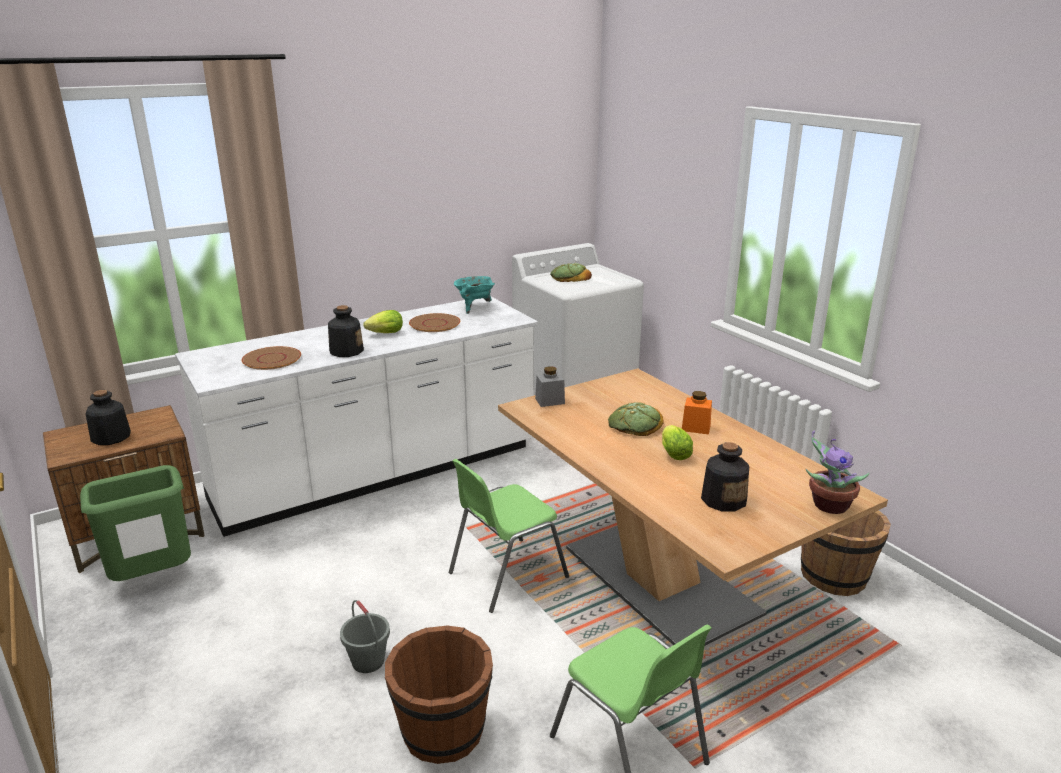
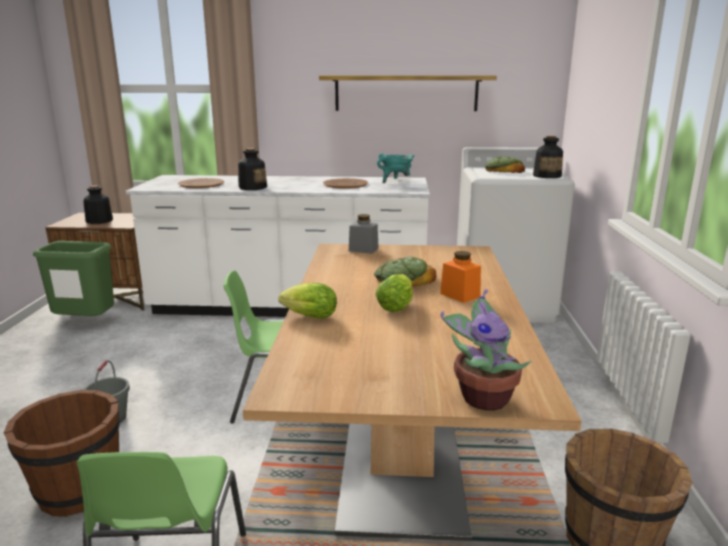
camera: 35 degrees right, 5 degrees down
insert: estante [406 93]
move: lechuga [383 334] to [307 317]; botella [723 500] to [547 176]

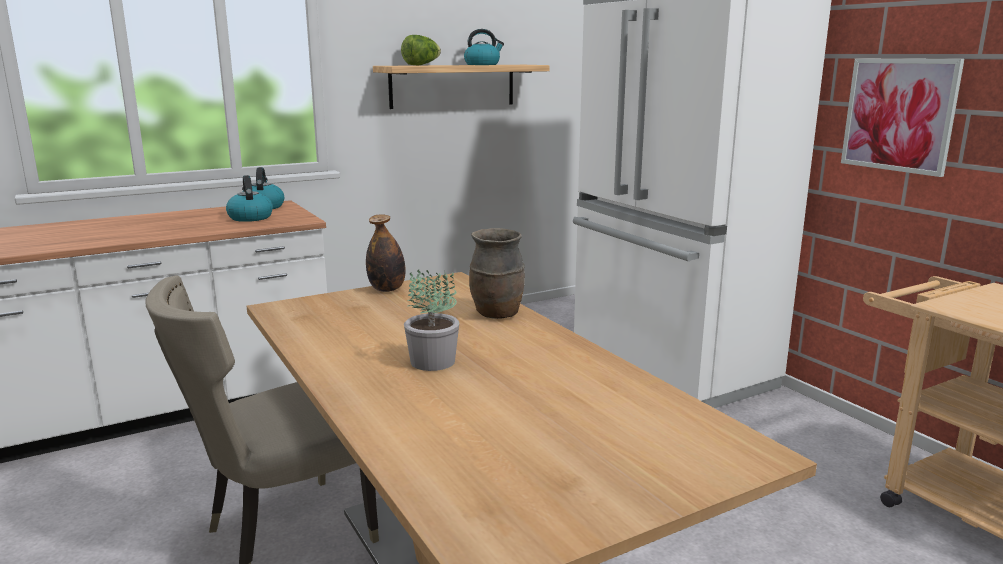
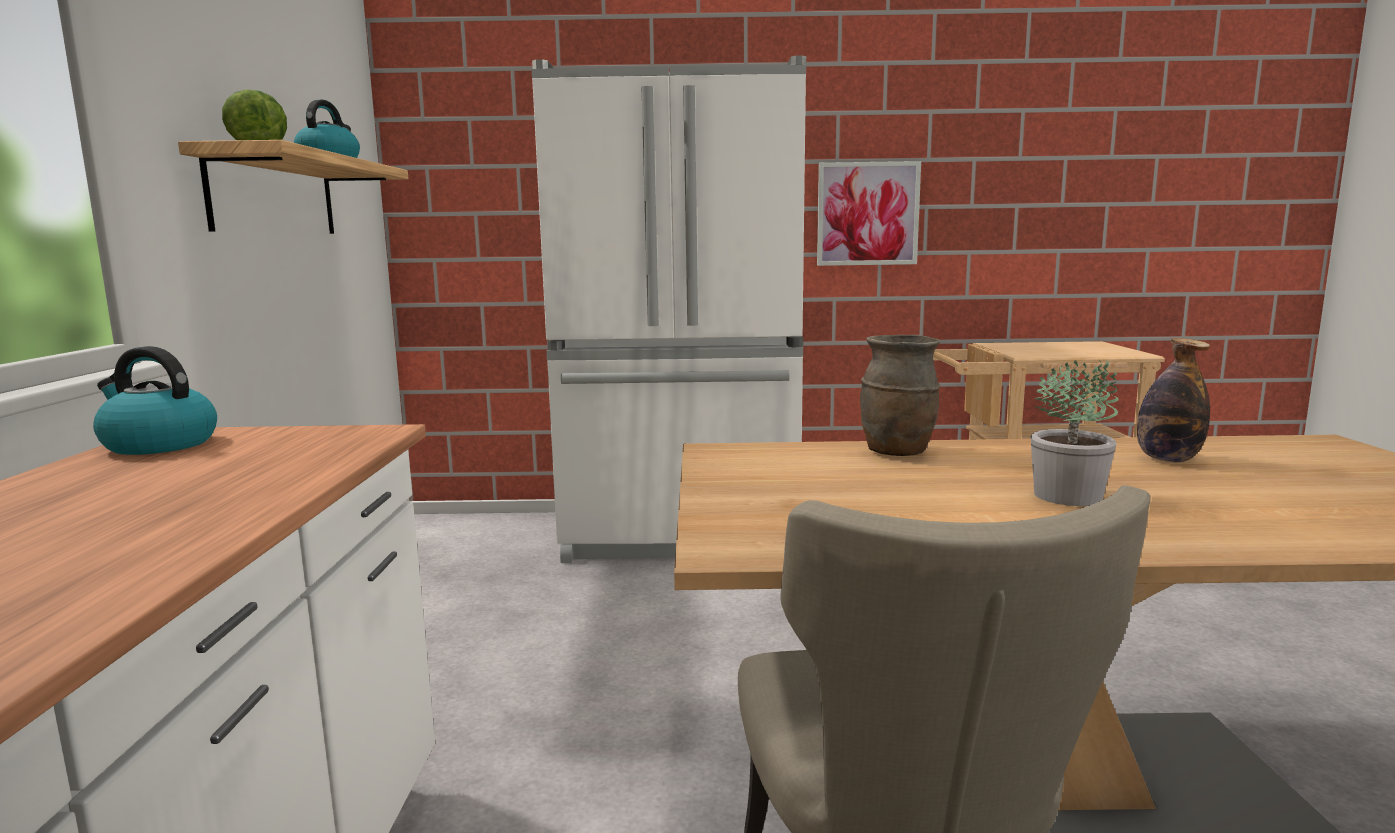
camera: 60 degrees left, 5 degrees down
delete: hervidor [250 217]
move: botella [387 289] to [1167 459]

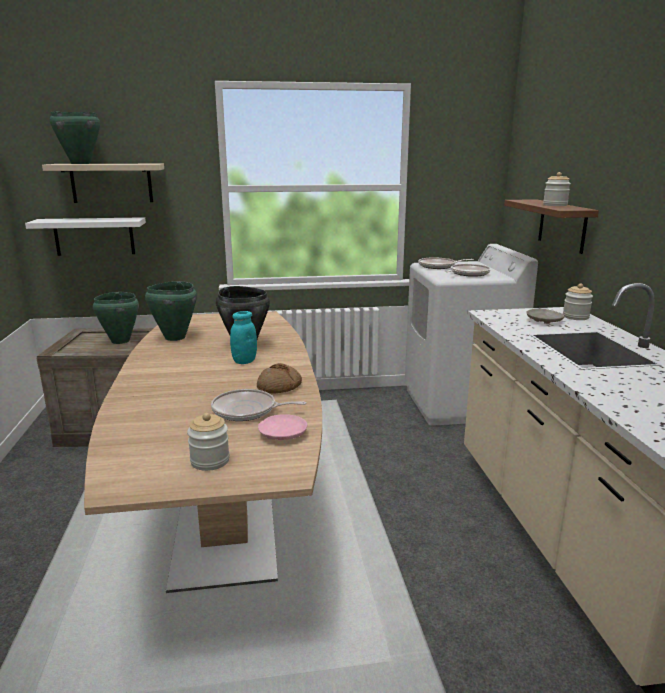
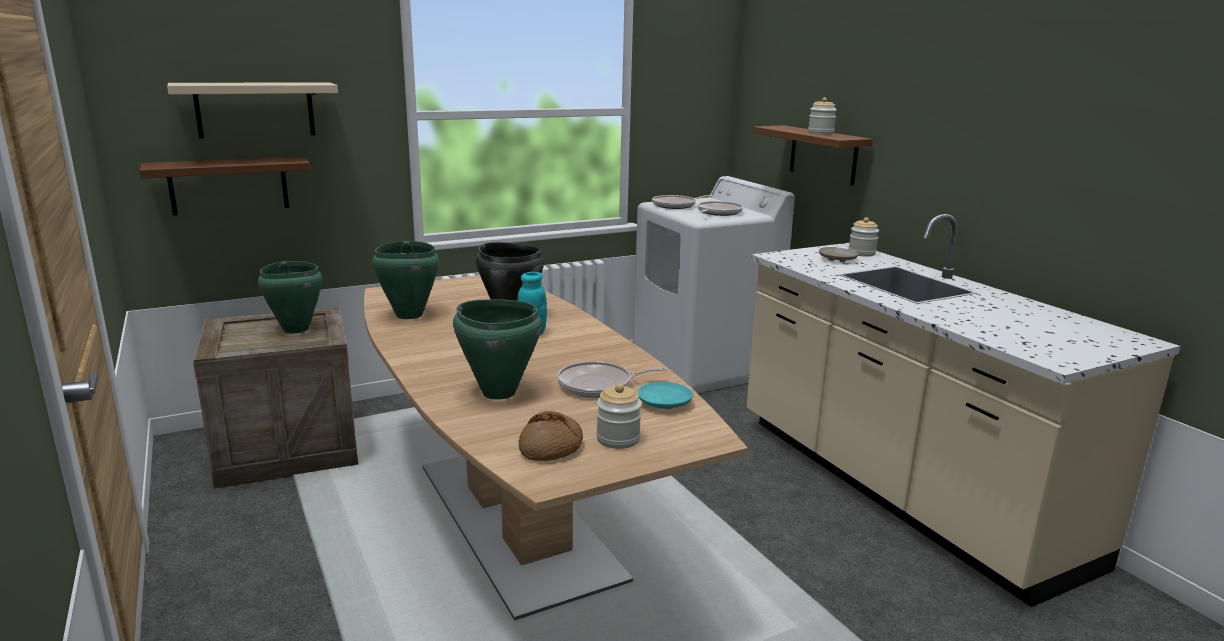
camera: 20 degrees left, 0 degrees up
move: olla [verde] [81 163] to [498 392]; pan [279 387] to [551 447]
recolor: estante [blanco] [94 236] to estante [marrón] [229 185]; plato [rosa] [282 434] to plato [turquesa] [664 403]

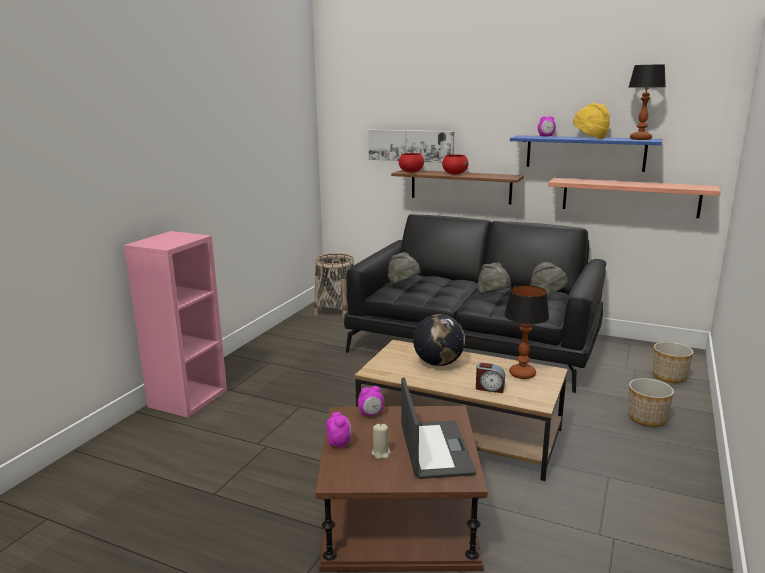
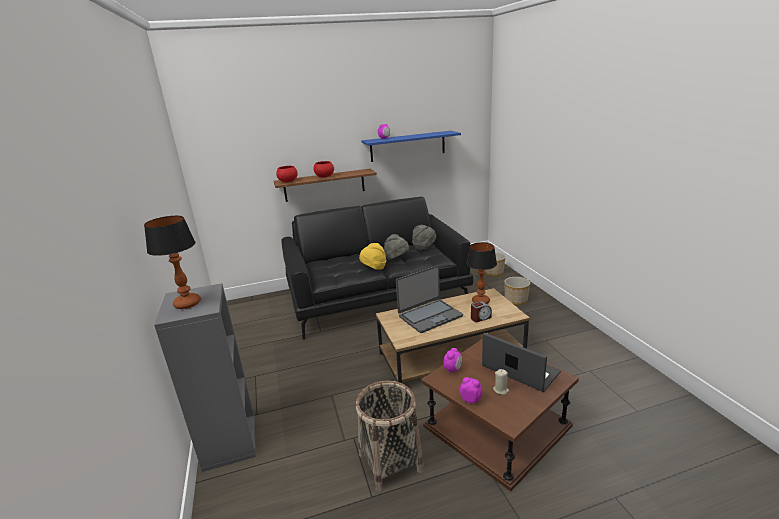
camera: 40 degrees left, 5 degrees up
delete: cuadro [410 145]; sombrero [gris] [404 284]; estante [630 197]
move: cesta [336 310] to [391 462]; sombrero [amarillo] [590 138] to [374 268]; lámpara de mesa [640 139] to [187 304]
replace: globo terráqueo [438 363] to portátil [429 316]
recolor: estantería [rosa] [188 398] to estantería [gris] [229 441]

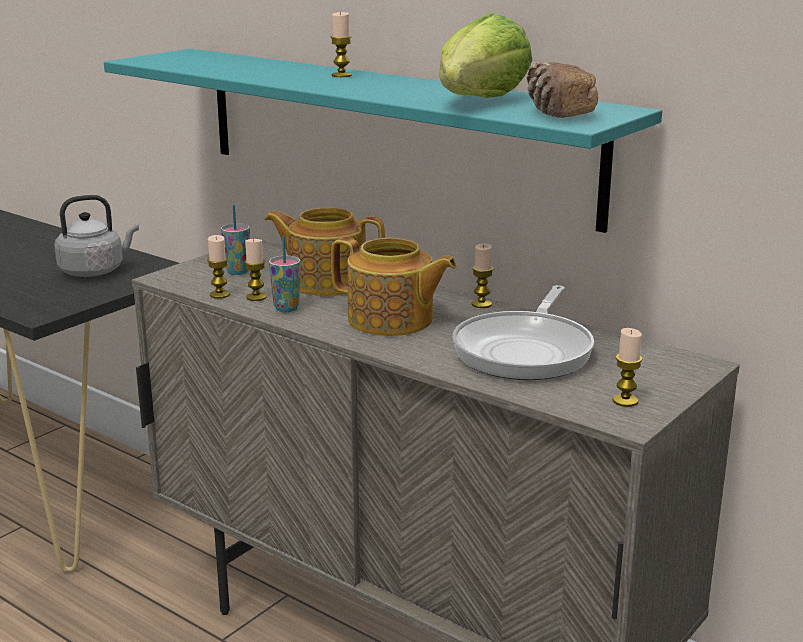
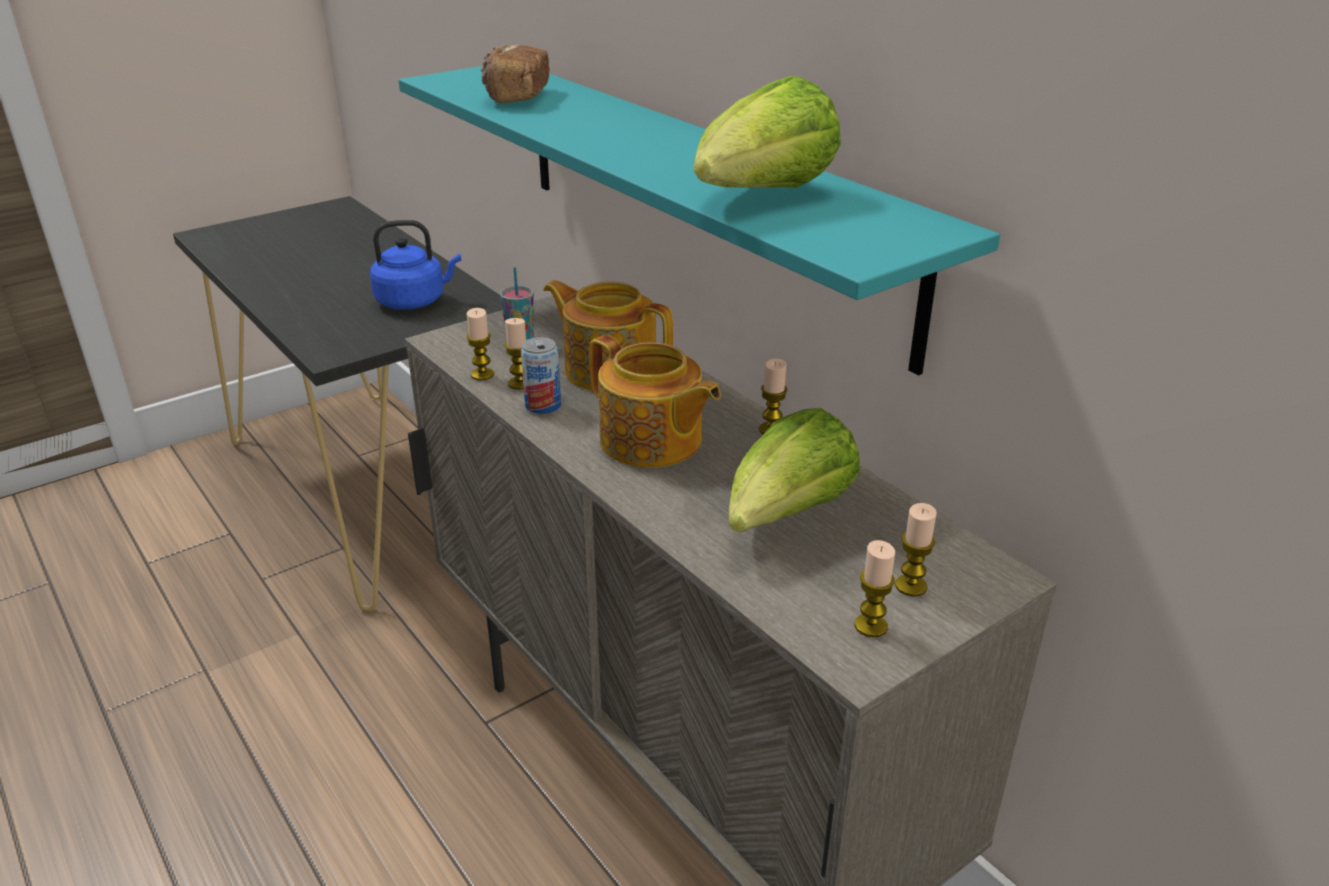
camera: 15 degrees right, 10 degrees up
move: vela [341 75] to [911 586]; pan [557 113] to [515 97]
replace: taza [286 308] to lata [543 406]; sartén [526 351] to lechuga [787 516]
recolor: hervidor [gris] [95 271] to hervidor [azul] [414 301]

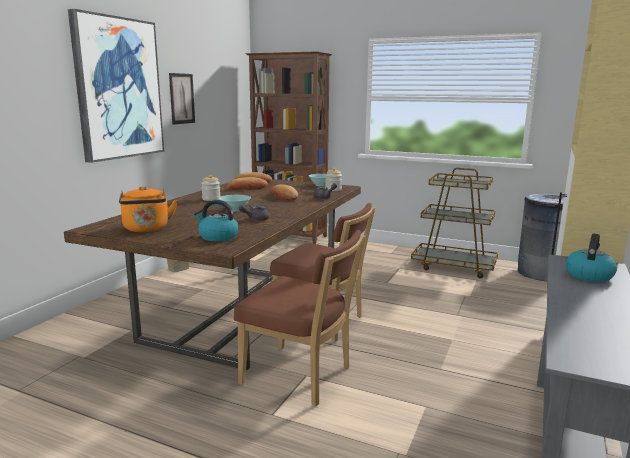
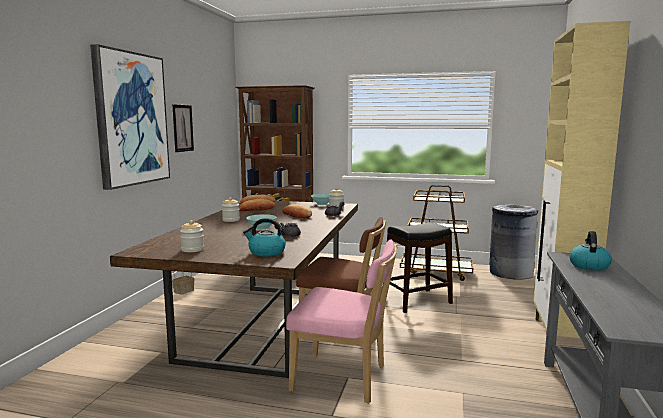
camera: 10 degrees left, 5 degrees down
insert: taburete [negro] [416 301]
replace: hervidor [naranja] [147 229] to tarro [192 249]
recolor: silla [marrón] [301 377] to silla [rosa] [344 379]

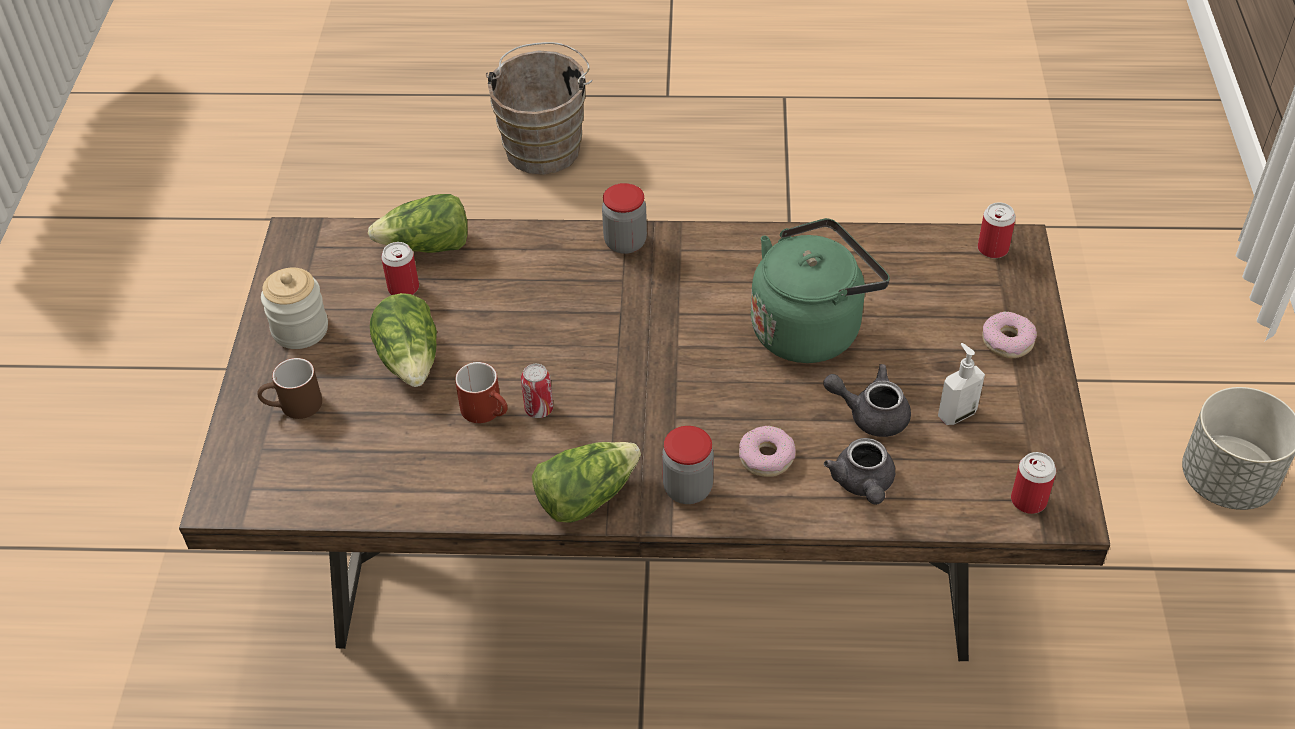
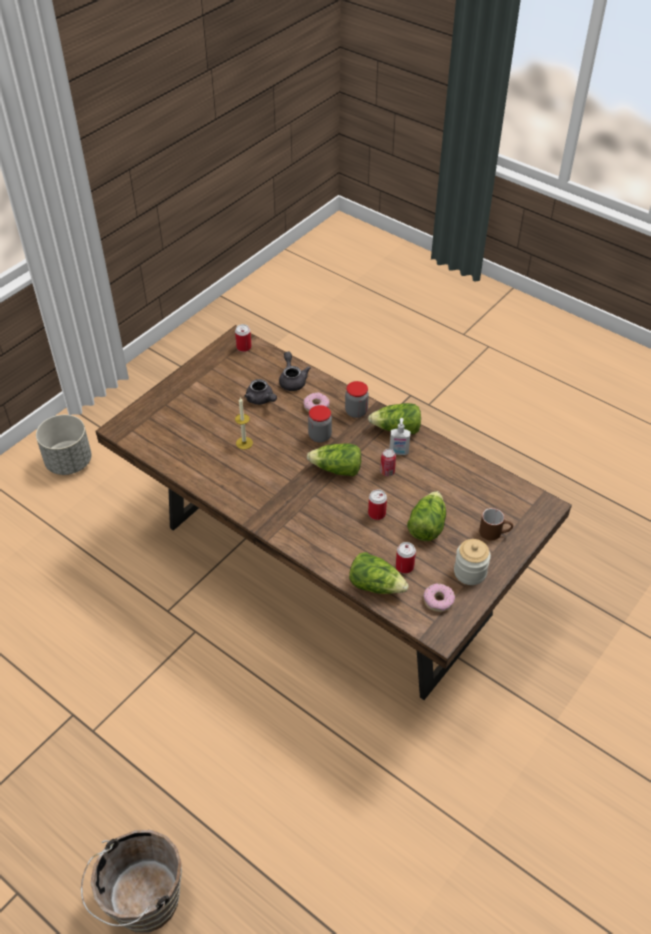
camera: 145 degrees left, 0 degrees up
delete: taza grande [rojo] [488 411]
insert: lechuga [337 469]
move: tarro [625 242] to [320 436]; dispensador de jabón [956 413] to [398 452]; lata [992 249] to [376 513]; rosquilla [1007 341] to [438 600]
replace: hervidor [verde] [810 328] to vela [244 443]
rotate: tetera [gris] [863 484] = [292 380] 45 degrees counterclockwise

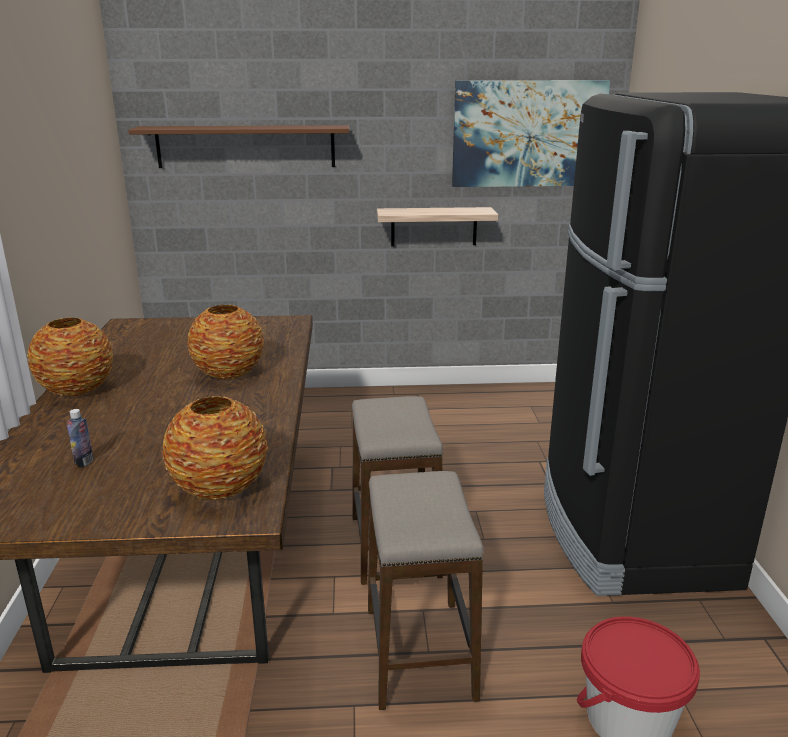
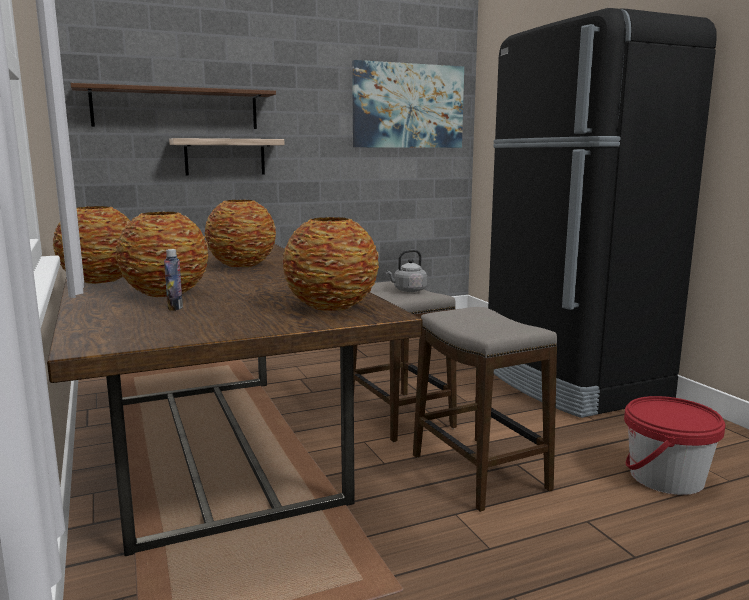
camera: 20 degrees left, 10 degrees down
insert: florero [165 294]; hervidor [gris] [408 290]
move: estante [434 226] to [225 157]

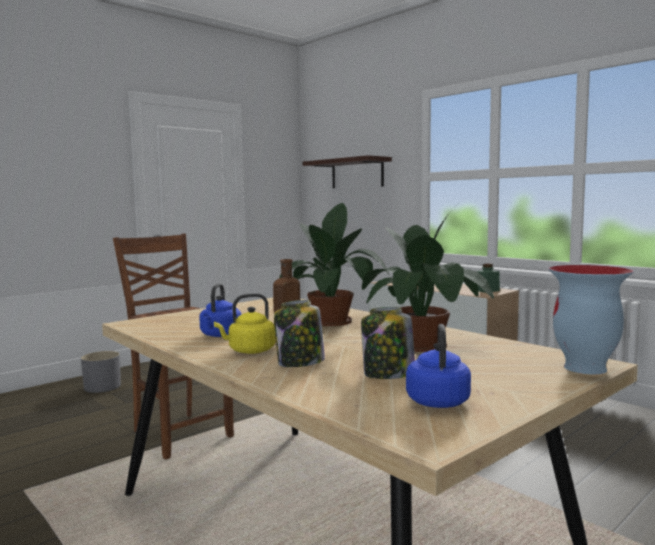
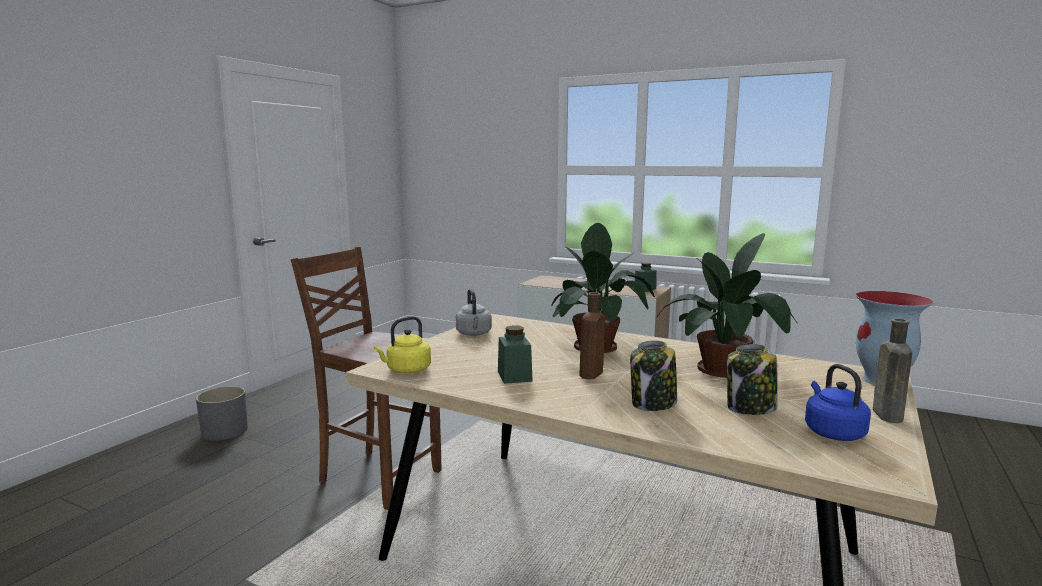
camera: 20 degrees left, 5 degrees up
delete: estante [357 173]
insert: hervidor [gris] [474 334]; botella [marrón] [886 414]
move: hervidor [amarillo] [249 351] to [406 370]
replace: hervidor [azul] [220 335] to tarro [verde] [514 376]

